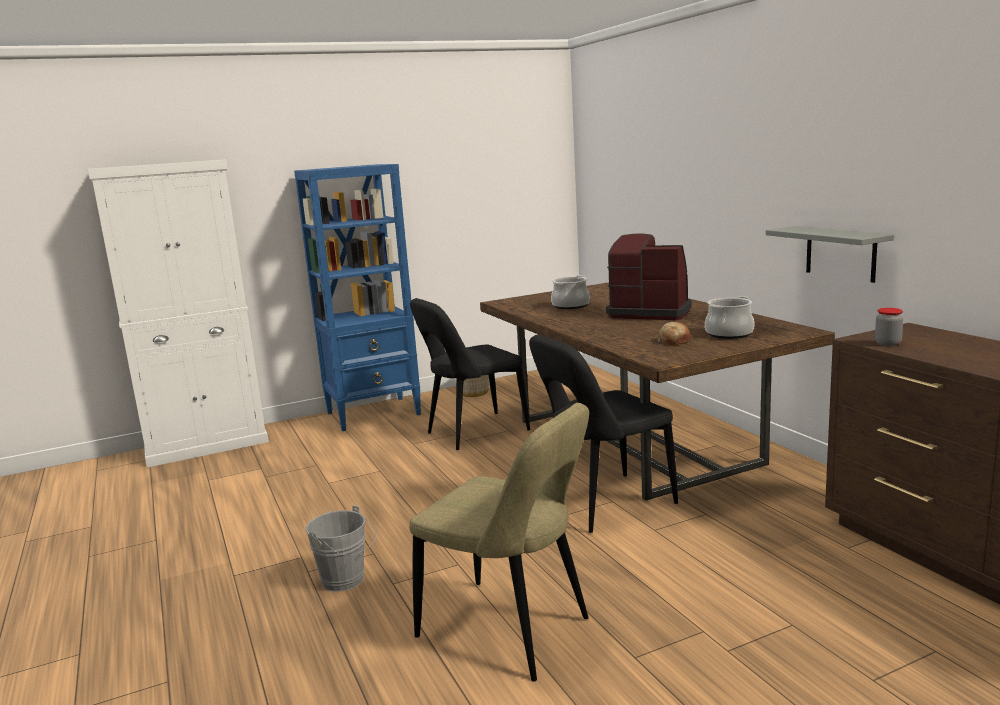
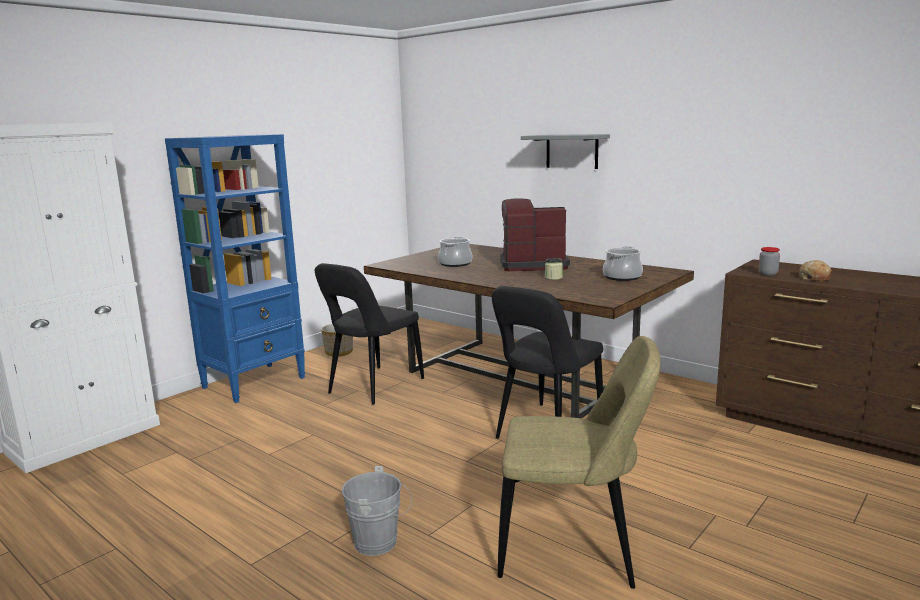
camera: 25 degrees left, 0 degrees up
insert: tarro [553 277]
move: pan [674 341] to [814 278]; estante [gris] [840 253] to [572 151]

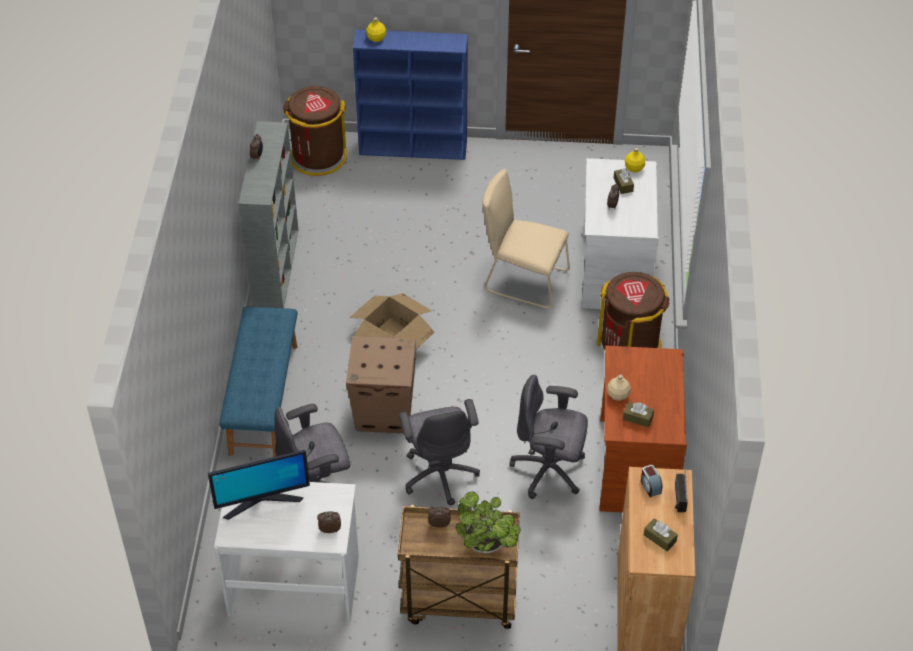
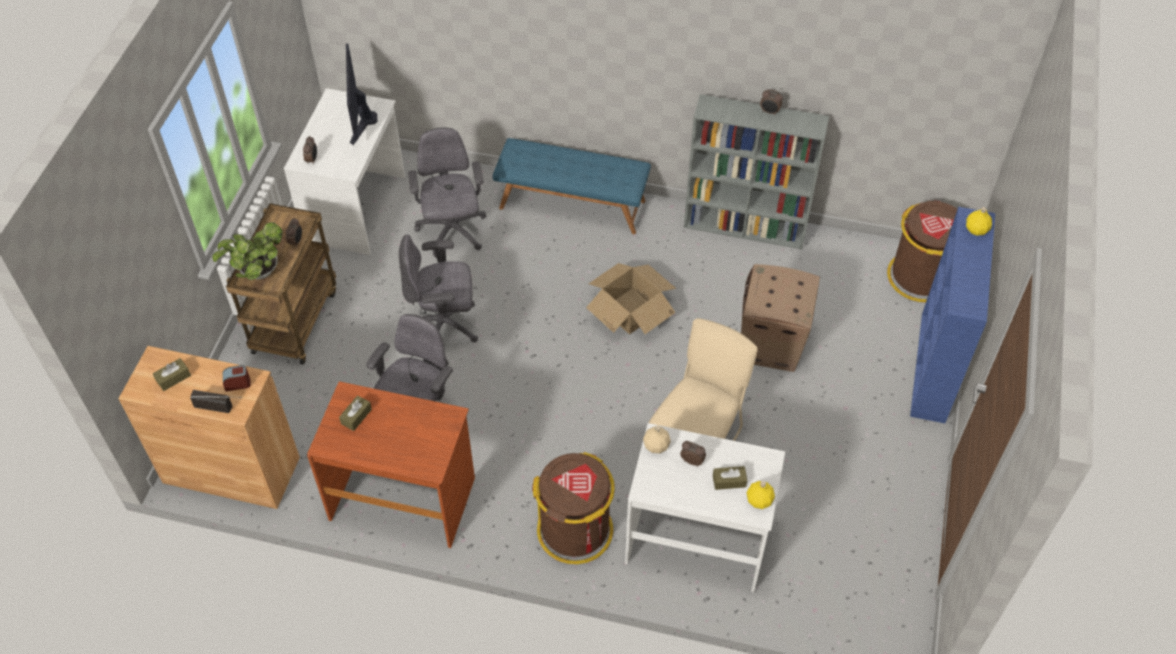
camera: 100 degrees right, 5 degrees up
move: caja de cartón [385 411] to [771 346]; botella [beis] [618 395] to [656 446]

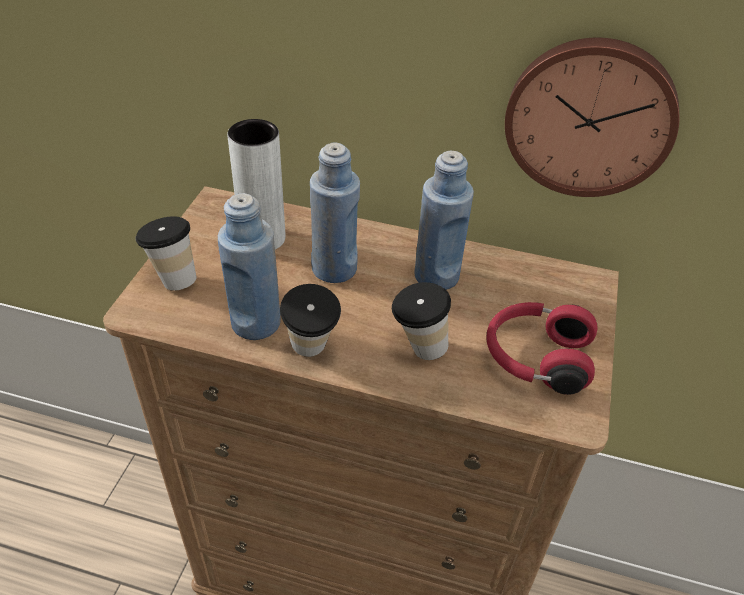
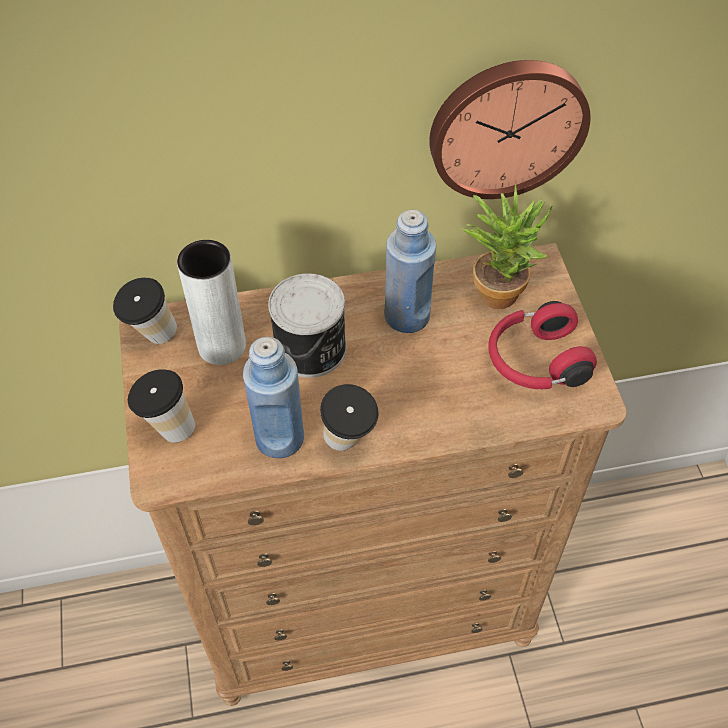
camera: 25 degrees left, 10 degrees up
insert: planta en maceta [499 288]
move: taza [418 349] to [151 336]
replace: botella [azul] [334 268] to lata [312 349]

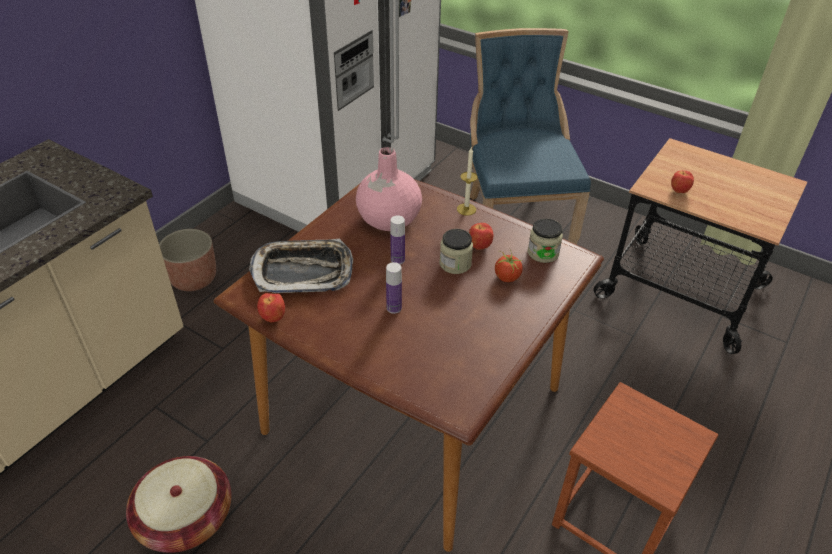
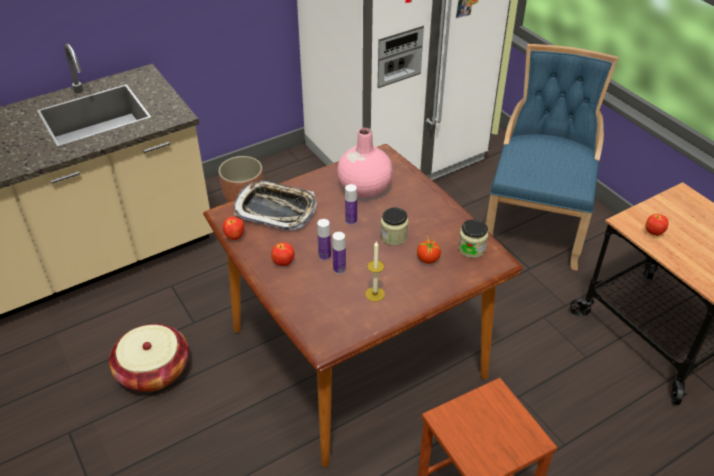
camera: 25 degrees right, 0 degrees up
insert: botella [339 269]
move: vela [466 209] to [375 294]; manzana [479 247] to [283 263]

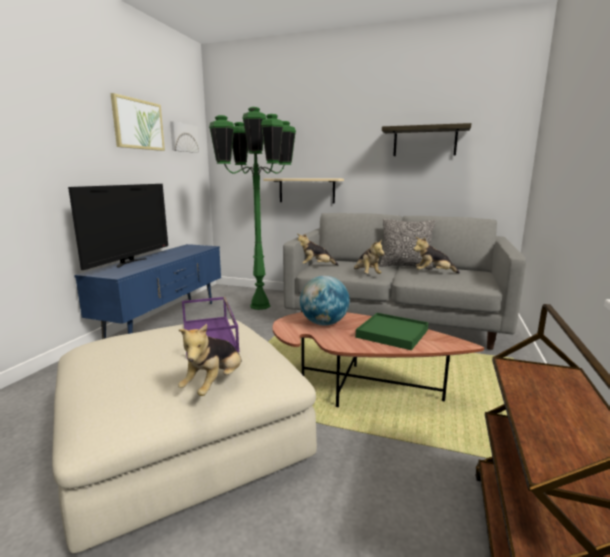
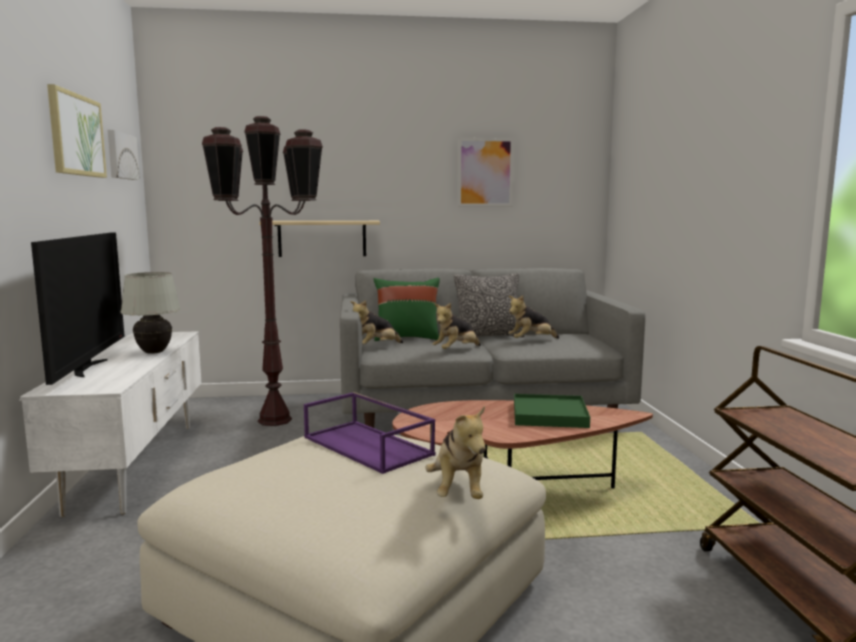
camera: 25 degrees left, 5 degrees down
delete: globo terráqueo [324 323]
insert: lámpara de mesa [blanco] [154 352]; cojín [verde] [407 338]
replace: estante [424 141] to cuadro [485 172]
recolor: mueble de televisión [azul] [165 321] to mueble de televisión [blanco] [137 465]; lámpara de pie [verde] [260 306] to lámpara de pie [marrón] [274 420]
rotate: peluche [366 275] = [456 351] 90 degrees clockwise

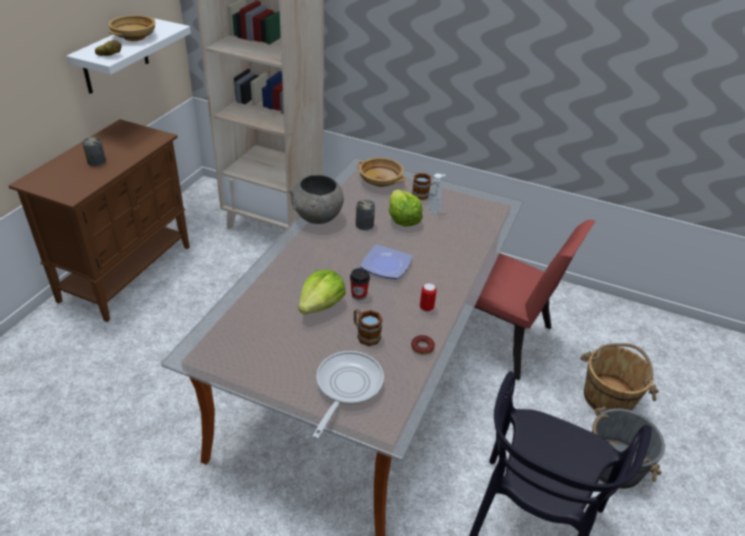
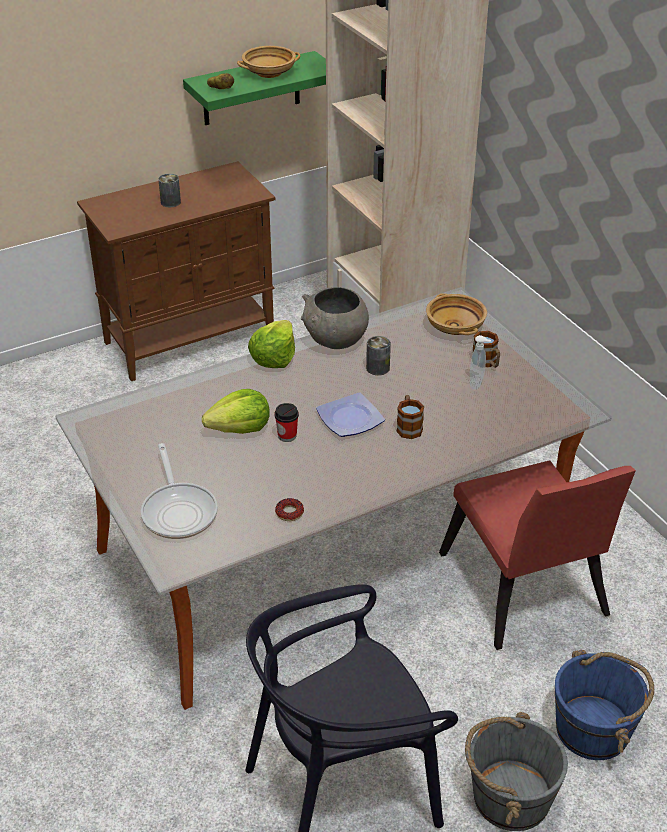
camera: 40 degrees right, 0 degrees up
delete: lata [426 308]
move: taza grande [365 334] to [408 426]; lechuga [402 218] to [274 357]
recolor: estante [blanco] [115 56] to estante [verde] [251 89]; cubo [marrón] [609 397] to cubo [azul] [594 729]
rotate: sartén [346 387] = [179 511] 105 degrees clockwise

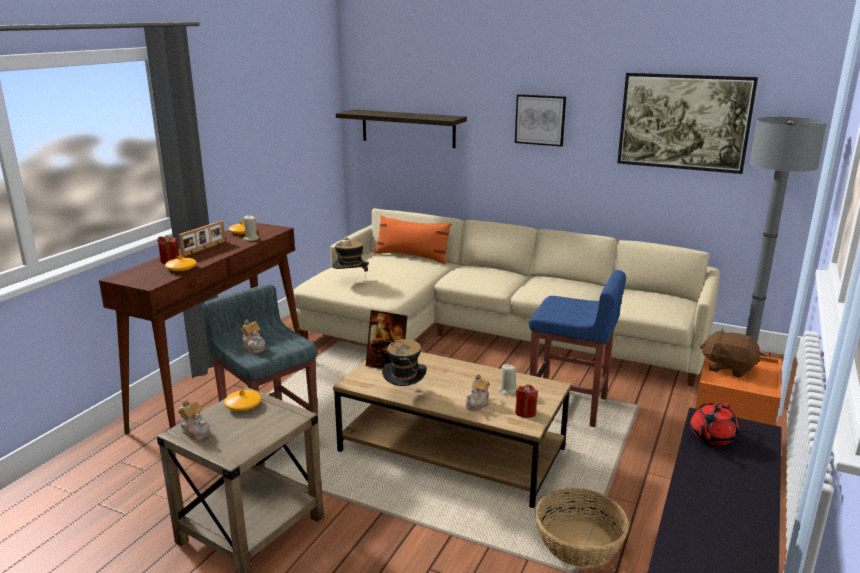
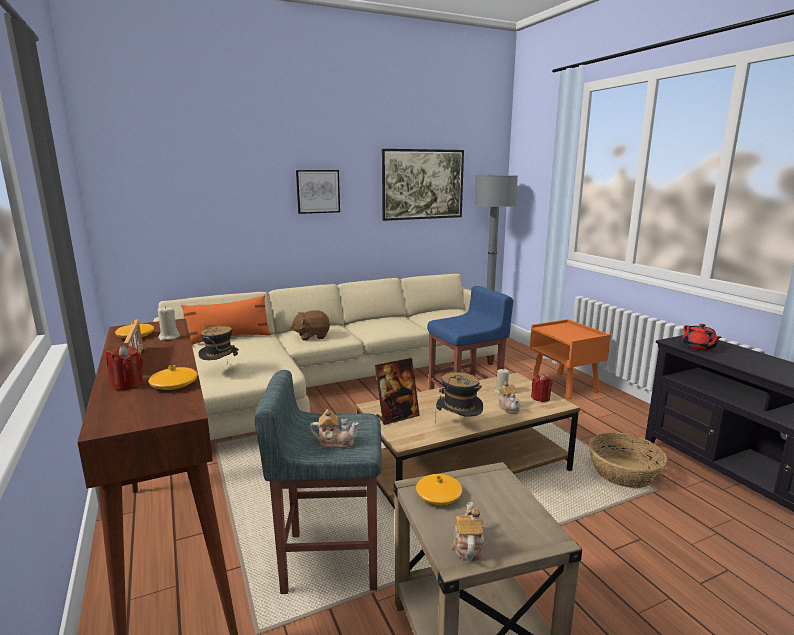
camera: 50 degrees left, 5 degrees down
delete: estante [408 128]
move: peluche [marrón] [728 368] to [312 336]
rotate: tetera [196 431] = [467 546] 75 degrees counterclockwise

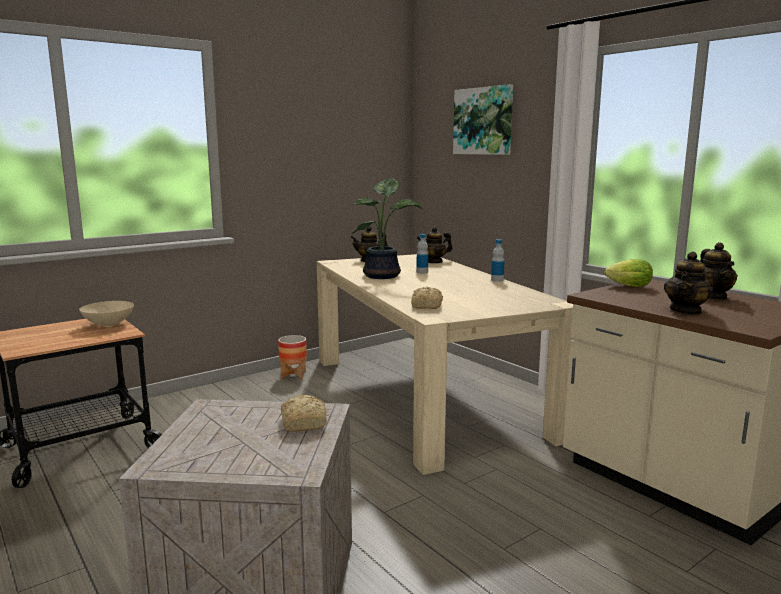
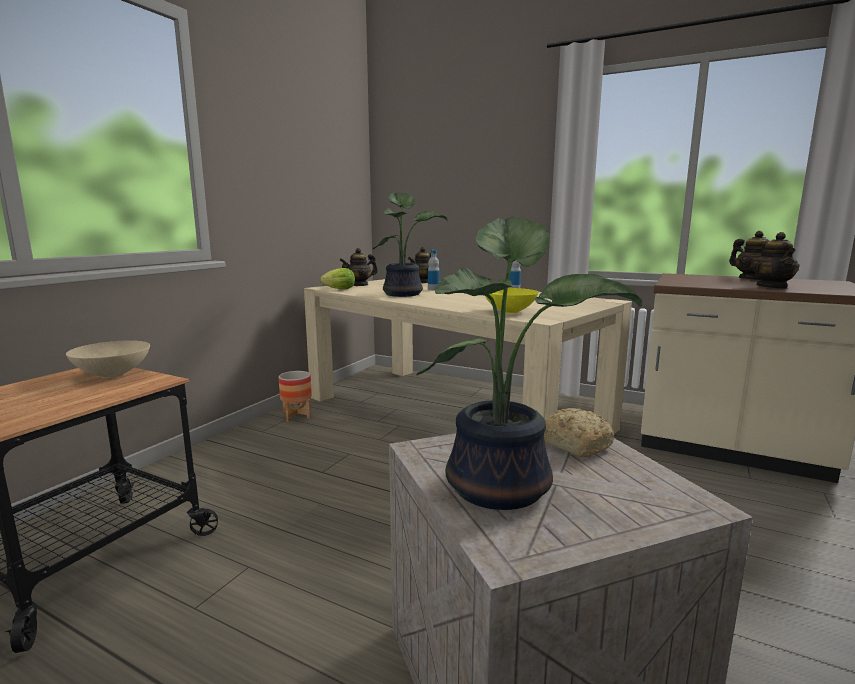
camera: 25 degrees left, 0 degrees up
delete: cuadro [483 121]
insert: planta en maceta [503 484]
move: lechuga [626 286] to [337 289]
replace: pan [426 306] to cuenco [amarillo] [509 312]

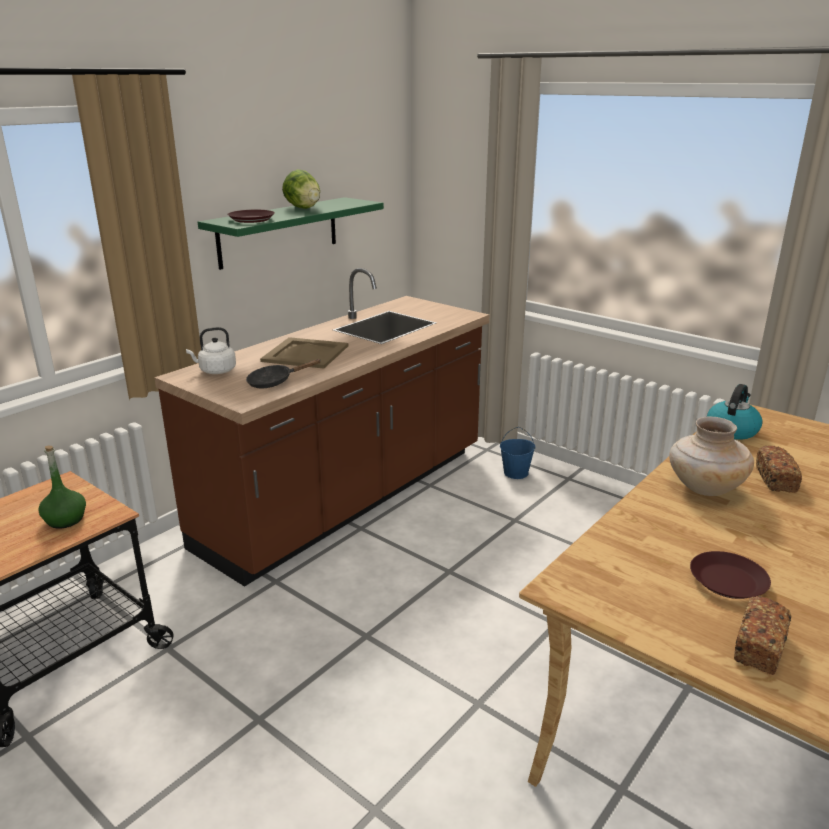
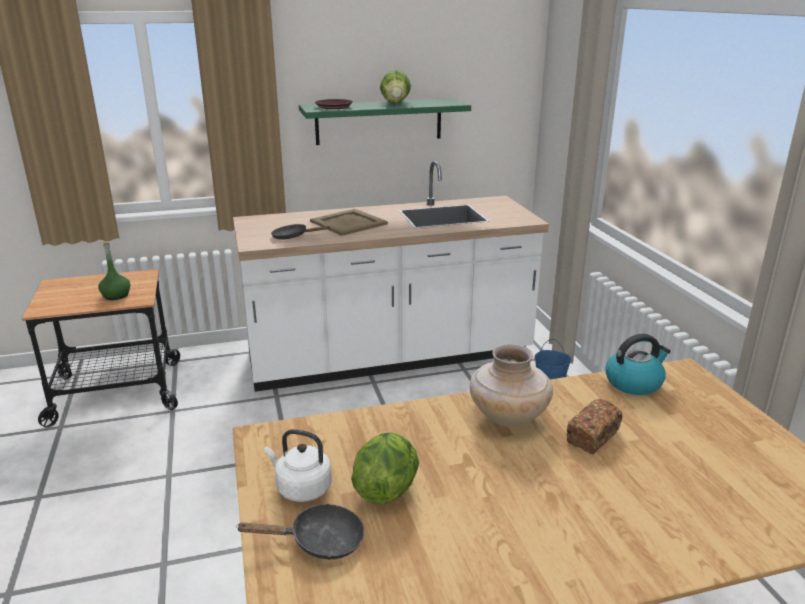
camera: 35 degrees right, 0 degrees up
move: hervidor [blanco] [215 371] to [301 488]
replace: plato [marrón] [728 582] to lechuga [386 489]; pan [759 647] to sartén [negro] [319 541]
recolor: mueble bajo de cocina [marrón] [348 499] to mueble bajo de cocina [blanco] [389 358]

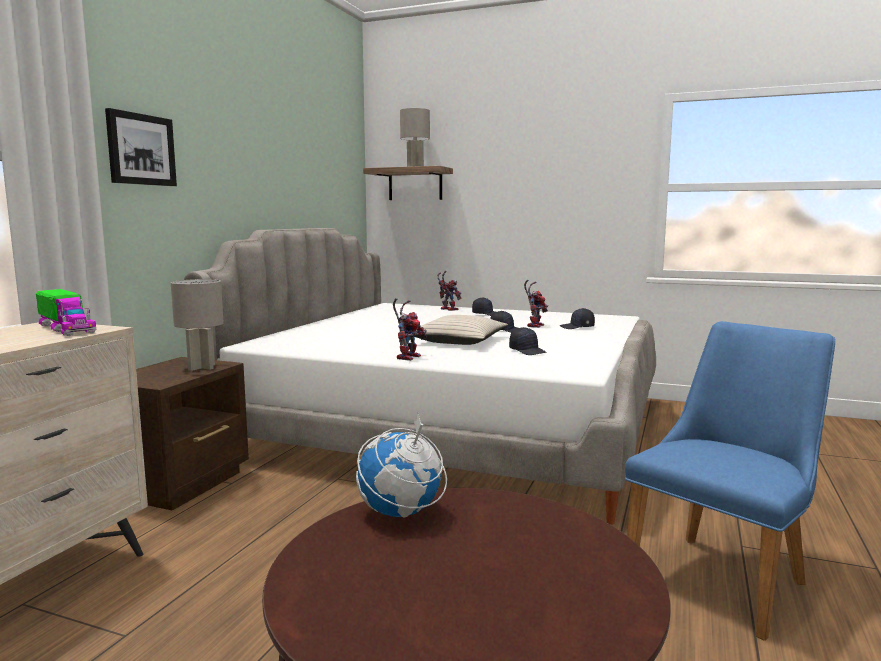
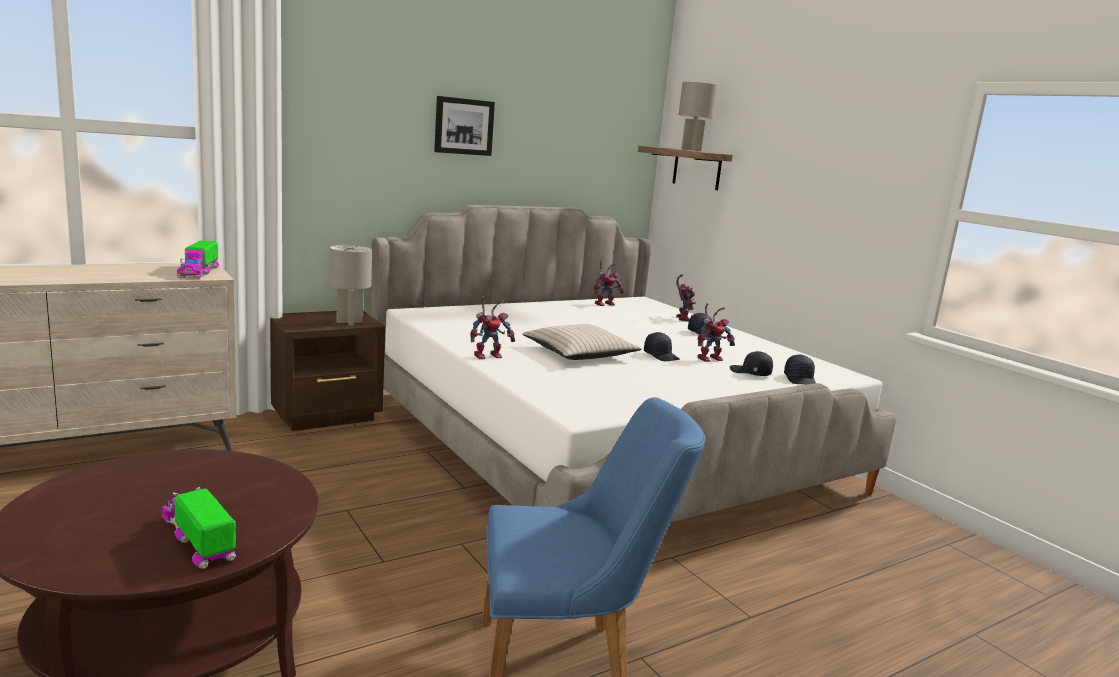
camera: 35 degrees right, 5 degrees up
delete: globo terráqueo [400 513]
insert: camión de juguete [198 539]; robot de juguete [605 304]
move: cuadro [141 149] to [463 126]; gorra [negro] [528 351] to [800 379]

